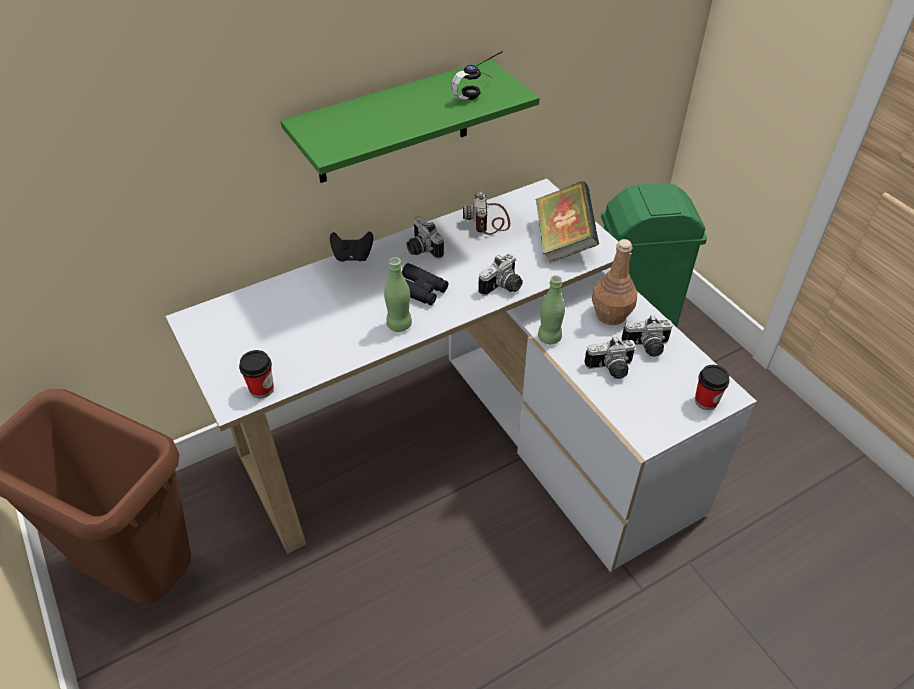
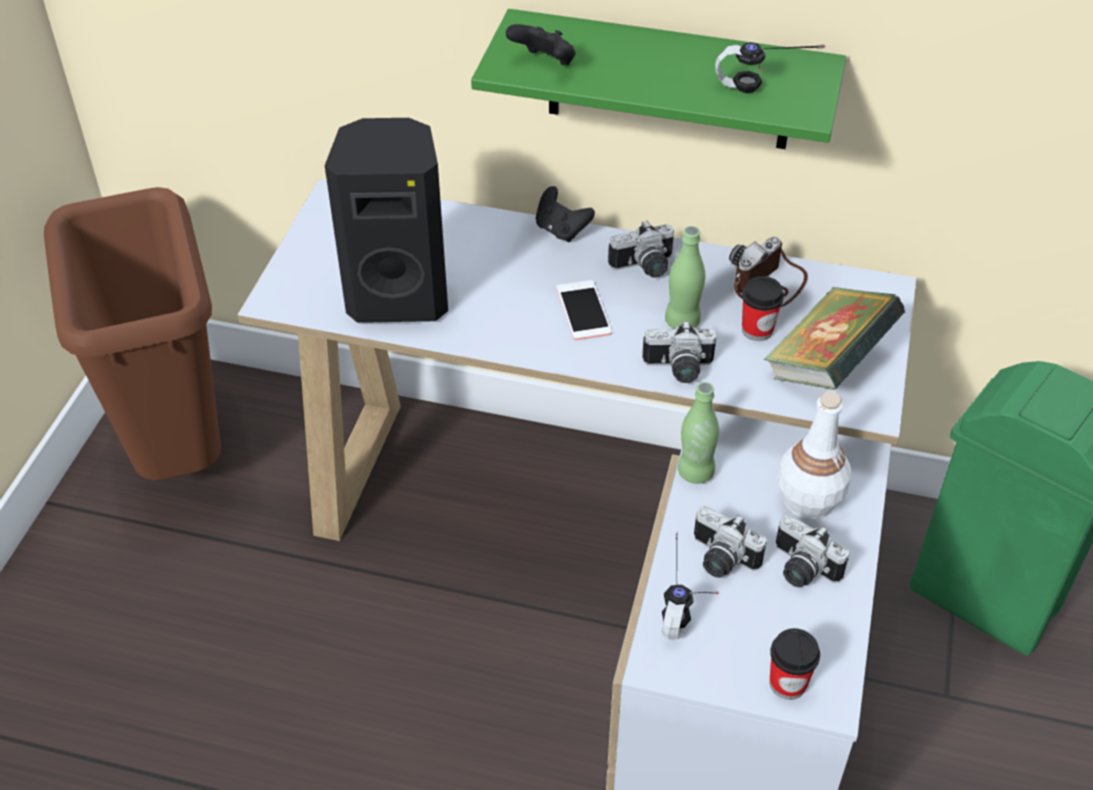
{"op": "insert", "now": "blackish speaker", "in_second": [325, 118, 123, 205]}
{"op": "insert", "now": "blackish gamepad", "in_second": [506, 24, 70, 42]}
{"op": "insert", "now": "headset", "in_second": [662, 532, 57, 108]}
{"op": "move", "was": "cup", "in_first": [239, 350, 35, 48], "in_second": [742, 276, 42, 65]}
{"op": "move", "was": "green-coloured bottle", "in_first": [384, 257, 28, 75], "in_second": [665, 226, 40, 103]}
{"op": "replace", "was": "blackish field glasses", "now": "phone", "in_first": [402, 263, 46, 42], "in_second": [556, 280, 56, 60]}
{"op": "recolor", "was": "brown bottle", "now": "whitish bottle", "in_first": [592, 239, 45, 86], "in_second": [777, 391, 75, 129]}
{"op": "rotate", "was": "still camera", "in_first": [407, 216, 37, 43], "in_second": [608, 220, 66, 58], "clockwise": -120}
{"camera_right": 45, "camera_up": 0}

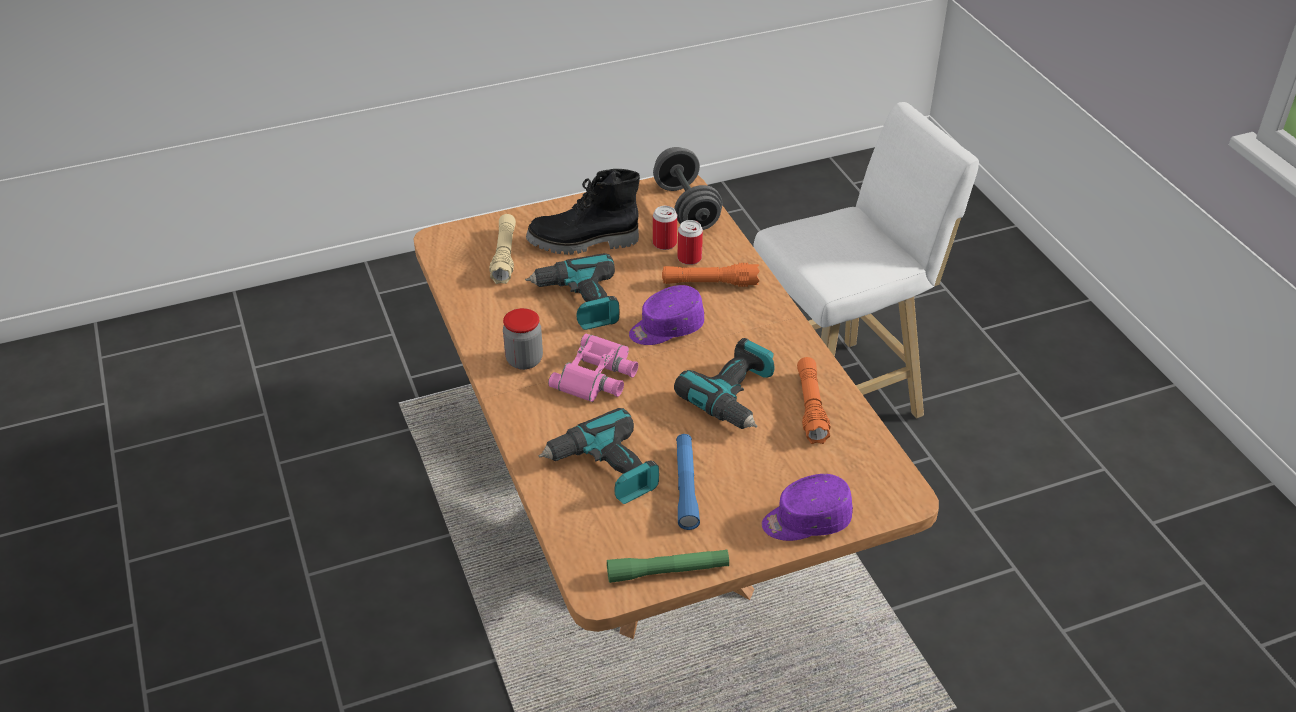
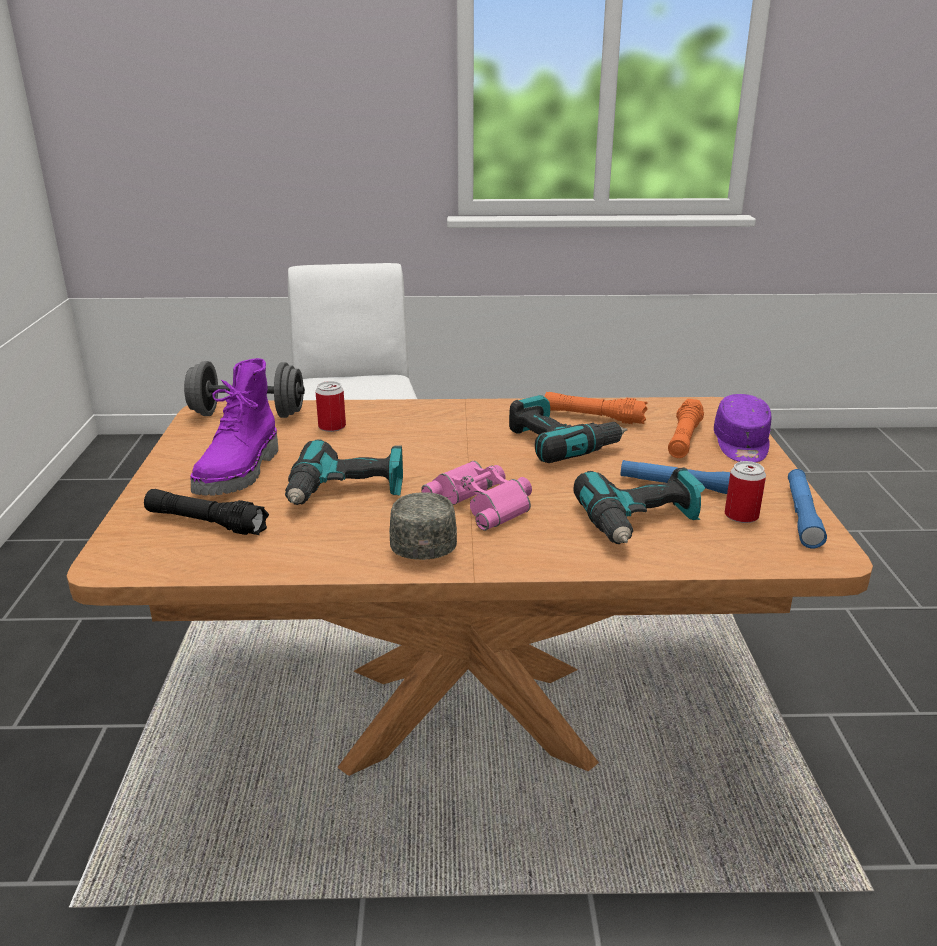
{"op": "delete", "was": "purple-coloured baseball cap", "in_first": [629, 285, 75, 60]}
{"op": "move", "was": "can", "in_first": [653, 206, 24, 44], "in_second": [725, 461, 41, 62]}
{"op": "move", "was": "orange-coloured hand torch", "in_first": [662, 263, 98, 24], "in_second": [668, 399, 36, 59]}
{"op": "replace", "was": "jar", "now": "grey baseball cap", "in_first": [503, 308, 40, 62], "in_second": [389, 492, 68, 68]}
{"op": "recolor", "was": "sand-coloured hand torch", "now": "blackish hand torch", "in_first": [489, 214, 27, 70], "in_second": [144, 489, 125, 46]}
{"op": "recolor", "was": "blackish tall boot", "now": "purple-coloured tall boot", "in_first": [526, 169, 114, 86], "in_second": [190, 358, 88, 138]}
{"op": "recolor", "was": "green-coloured hand torch", "now": "blue-coloured hand torch", "in_first": [607, 549, 122, 34], "in_second": [788, 469, 39, 79]}
{"camera_right": -70, "camera_up": -15}

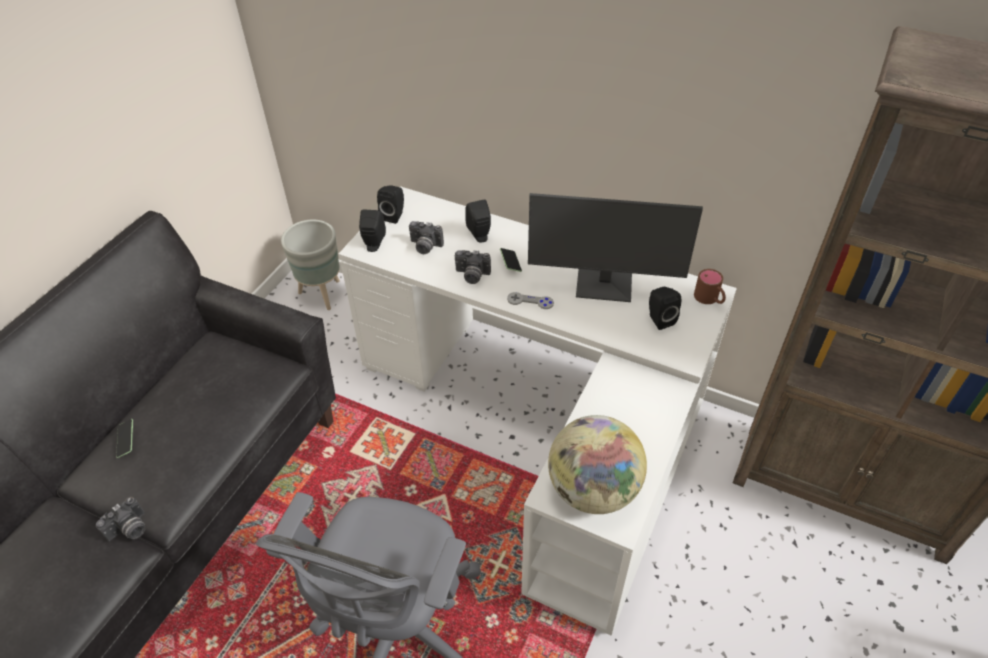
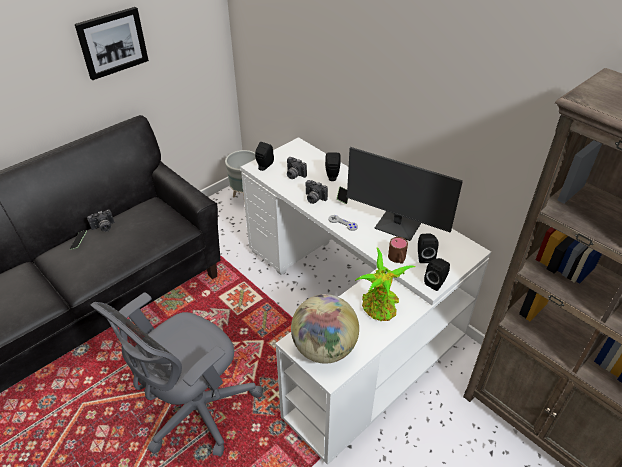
{"op": "insert", "now": "picture", "in_second": [75, 7, 74, 73]}
{"op": "insert", "now": "houseplant", "in_second": [355, 248, 60, 73]}
{"op": "move", "was": "still camera", "in_first": [96, 497, 49, 44], "in_second": [87, 210, 27, 22]}
{"op": "move", "was": "blackish speaker", "in_first": [377, 185, 27, 39], "in_second": [424, 258, 26, 33]}
{"op": "move", "was": "brown mug", "in_first": [694, 269, 32, 35], "in_second": [388, 237, 20, 27]}
{"camera_right": 20, "camera_up": -5}

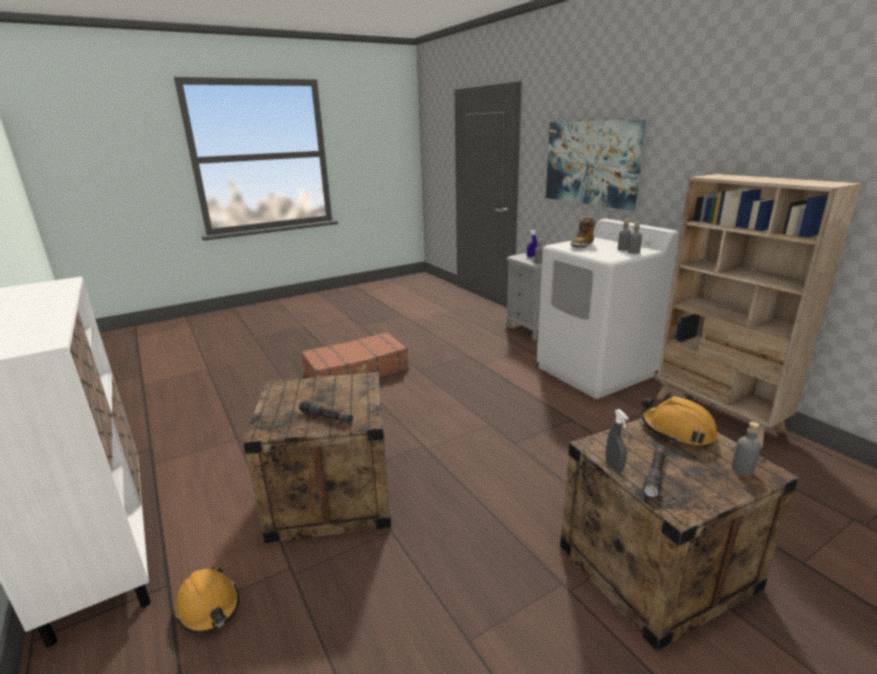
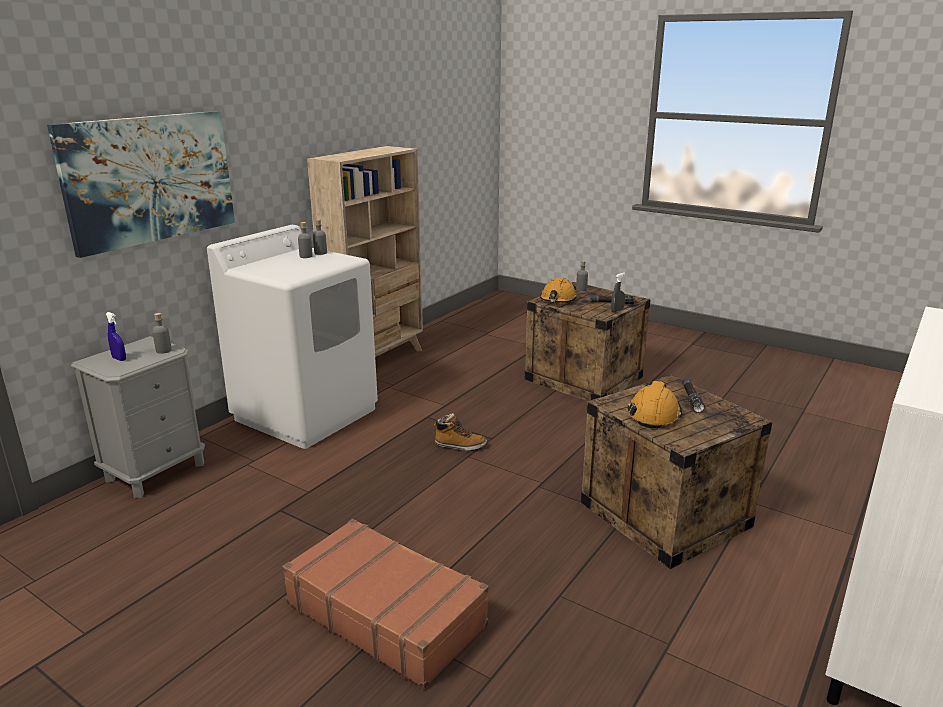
{"op": "move", "was": "orange-coloured hard hat", "in_first": [174, 567, 65, 67], "in_second": [627, 381, 55, 48]}
{"op": "move", "was": "tall boot", "in_first": [570, 216, 25, 32], "in_second": [434, 414, 53, 37]}
{"camera_right": -115, "camera_up": 0}

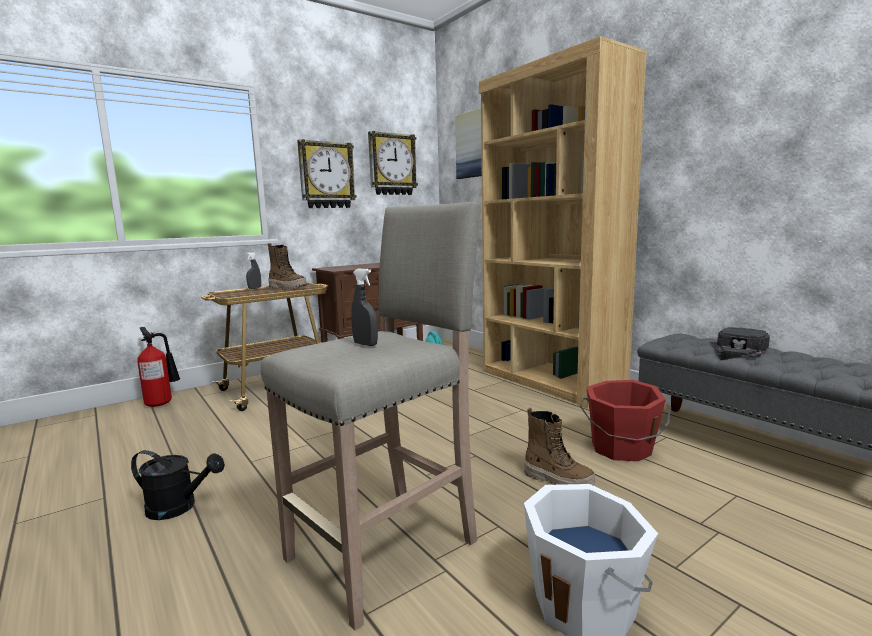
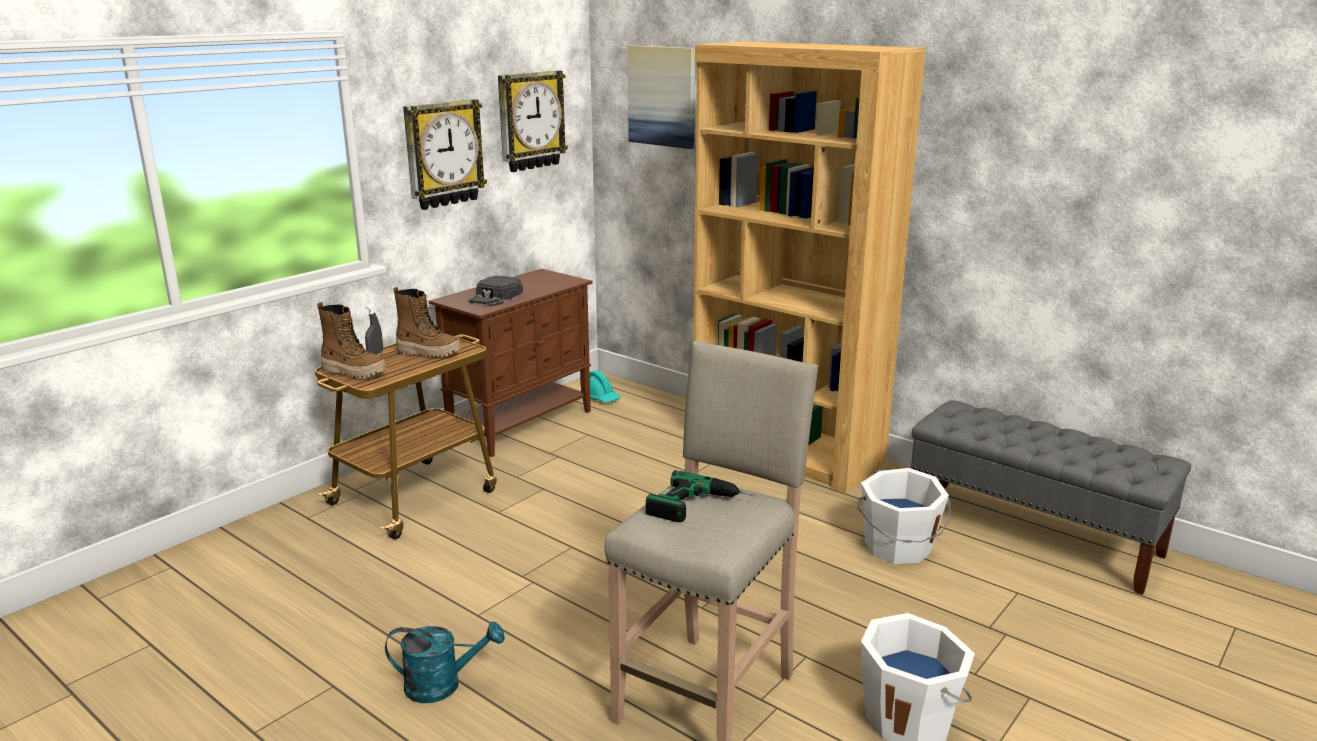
{"op": "delete", "was": "extinguisher", "in_first": [137, 327, 43, 80]}
{"op": "move", "was": "tall boot", "in_first": [524, 408, 71, 77], "in_second": [317, 302, 69, 76]}
{"op": "move", "was": "blackish baseball cap", "in_first": [715, 327, 55, 31], "in_second": [469, 275, 54, 31]}
{"op": "replace", "was": "grey hand sprayer", "now": "electric drill", "in_first": [351, 269, 27, 77], "in_second": [646, 470, 109, 52]}
{"op": "recolor", "was": "blackish sprinkling can", "now": "turquoise sprinkling can", "in_first": [131, 450, 94, 70], "in_second": [385, 621, 120, 82]}
{"op": "recolor", "was": "reddish water bucket", "now": "whitish water bucket", "in_first": [580, 380, 90, 81], "in_second": [857, 468, 94, 96]}
{"camera_right": -15, "camera_up": 10}

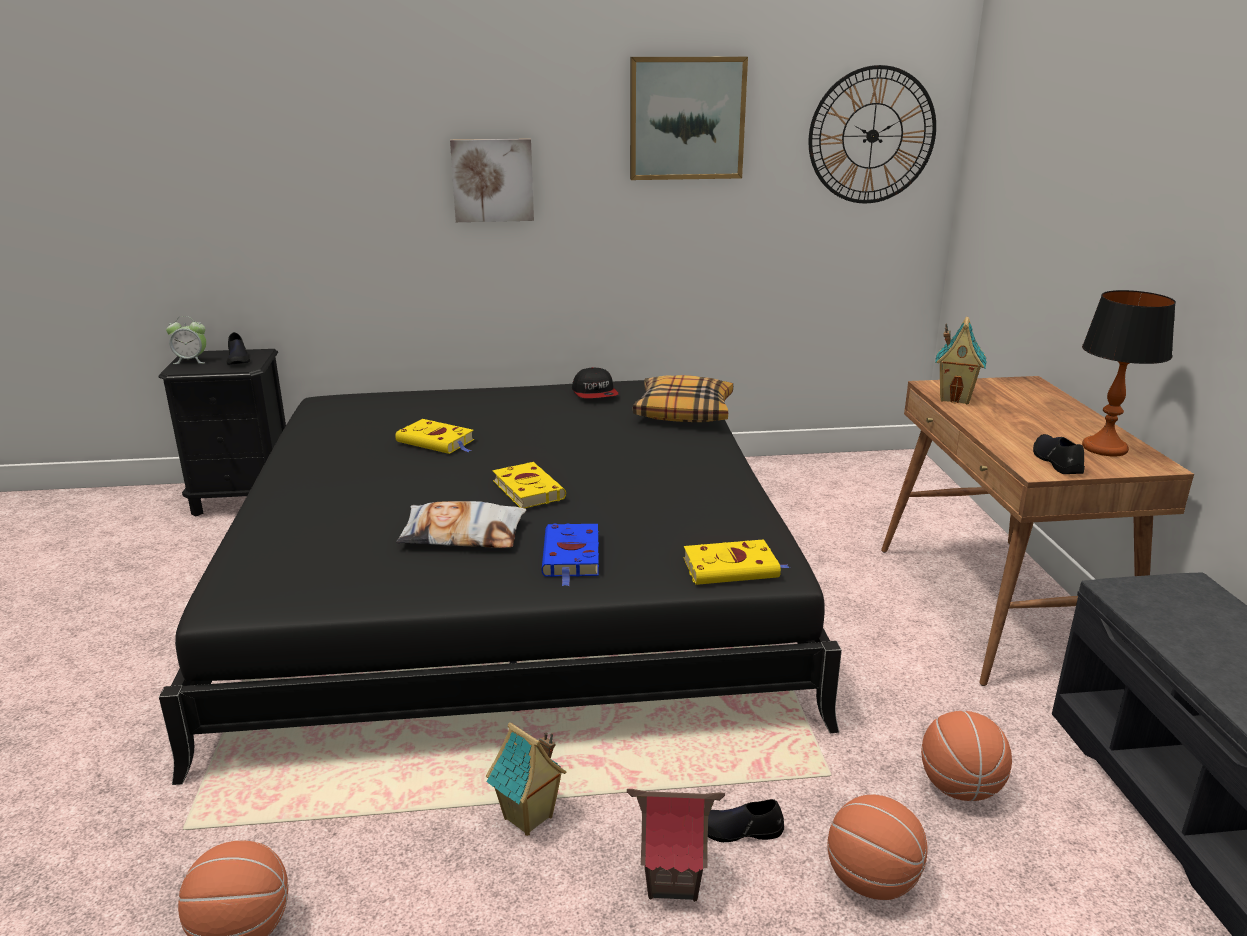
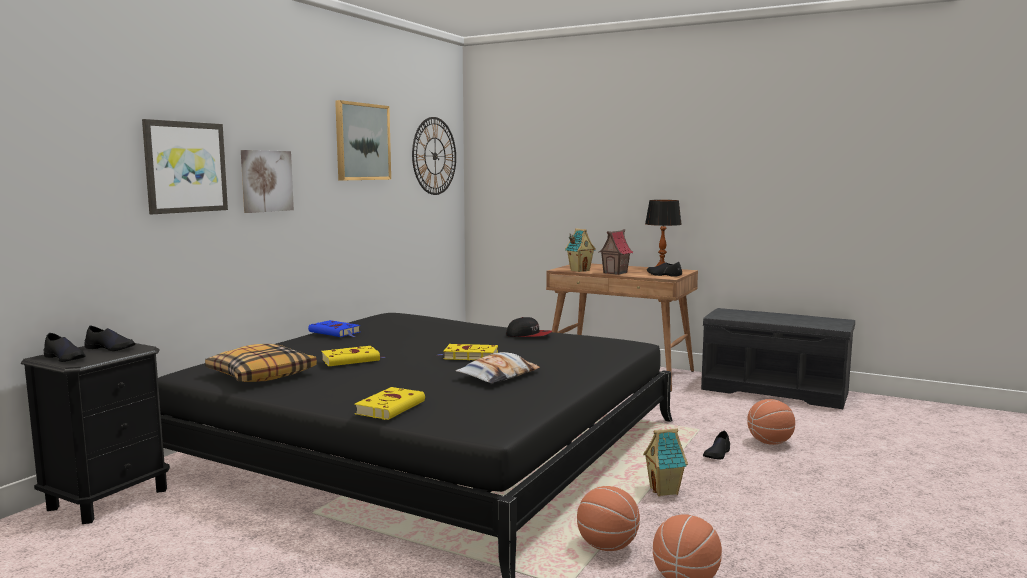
{"op": "insert", "now": "picture", "in_second": [142, 119, 86, 95]}
{"op": "move", "was": "blue-coloured volume", "in_first": [542, 523, 57, 63], "in_second": [308, 320, 52, 17]}
{"op": "move", "was": "baseball cap", "in_first": [572, 367, 47, 31], "in_second": [506, 317, 46, 20]}
{"op": "move", "was": "model house", "in_first": [627, 789, 98, 113], "in_second": [599, 229, 34, 46]}
{"op": "move", "was": "throw pillow", "in_first": [633, 375, 100, 47], "in_second": [205, 344, 112, 38]}
{"op": "move", "was": "yellow-coloured volume", "in_first": [684, 539, 106, 46], "in_second": [354, 387, 71, 33]}
{"op": "move", "was": "basketball", "in_first": [921, 711, 91, 90], "in_second": [577, 486, 63, 65]}
{"op": "replace", "was": "table clock", "now": "blackish item of footwear", "in_first": [166, 316, 40, 48], "in_second": [44, 333, 42, 29]}
{"camera_right": -55, "camera_up": -15}

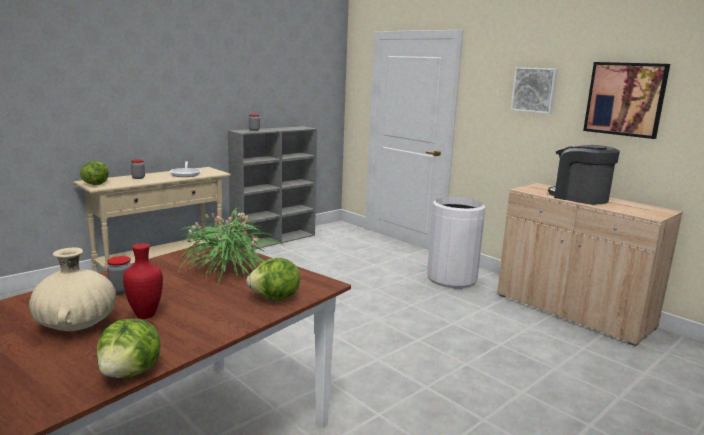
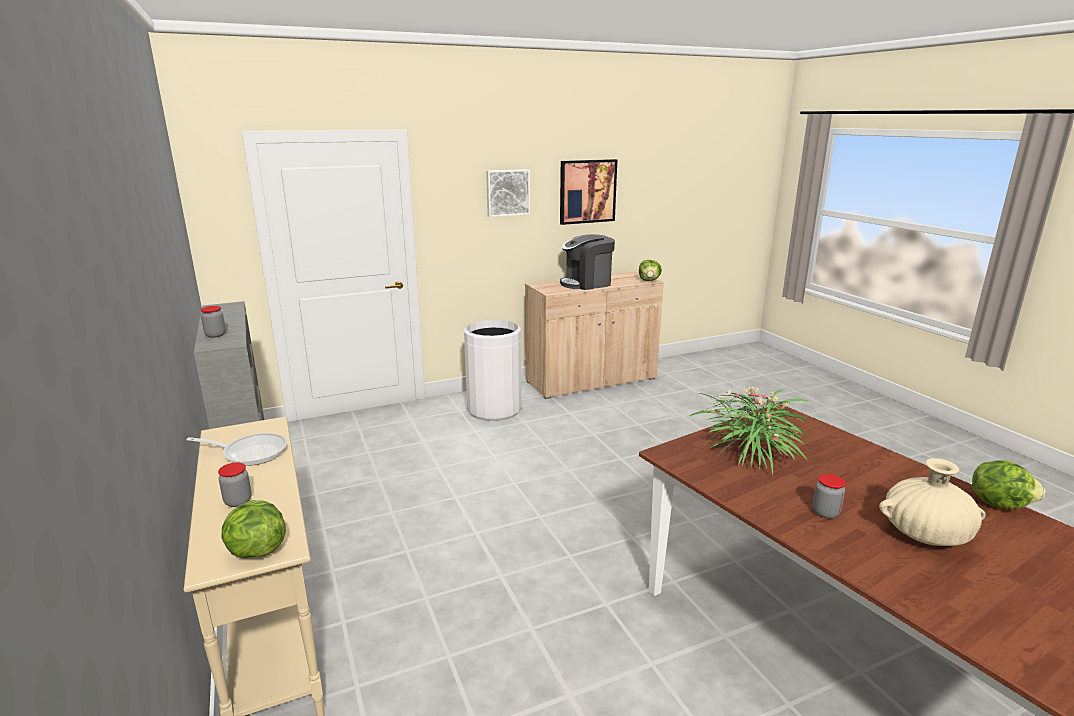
{"op": "delete", "was": "reddish flower vase", "in_first": [123, 243, 40, 76]}
{"op": "move", "was": "lettuce", "in_first": [246, 258, 54, 42], "in_second": [639, 260, 23, 21]}
{"camera_right": -70, "camera_up": 5}

